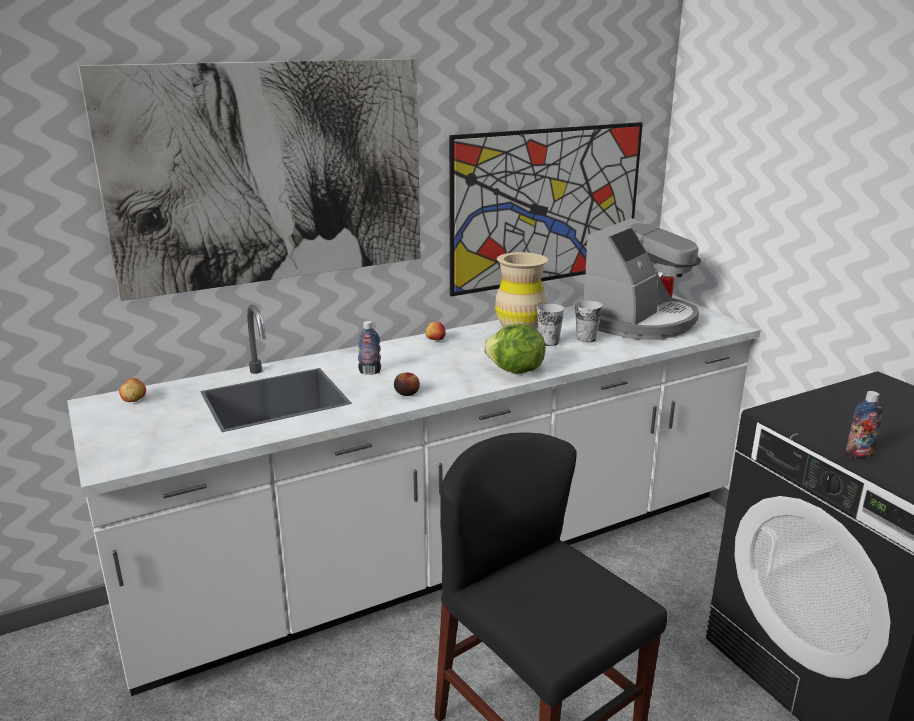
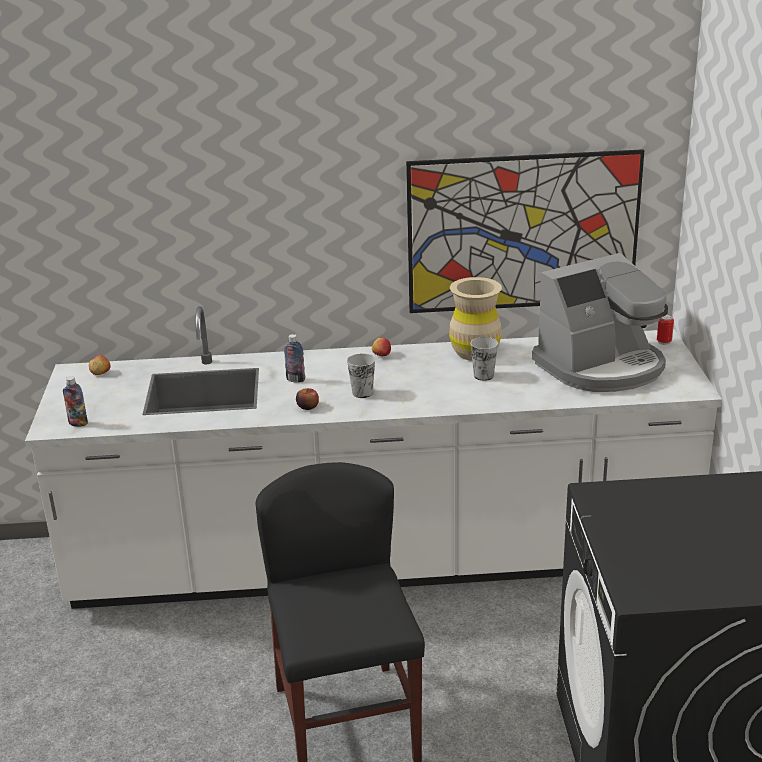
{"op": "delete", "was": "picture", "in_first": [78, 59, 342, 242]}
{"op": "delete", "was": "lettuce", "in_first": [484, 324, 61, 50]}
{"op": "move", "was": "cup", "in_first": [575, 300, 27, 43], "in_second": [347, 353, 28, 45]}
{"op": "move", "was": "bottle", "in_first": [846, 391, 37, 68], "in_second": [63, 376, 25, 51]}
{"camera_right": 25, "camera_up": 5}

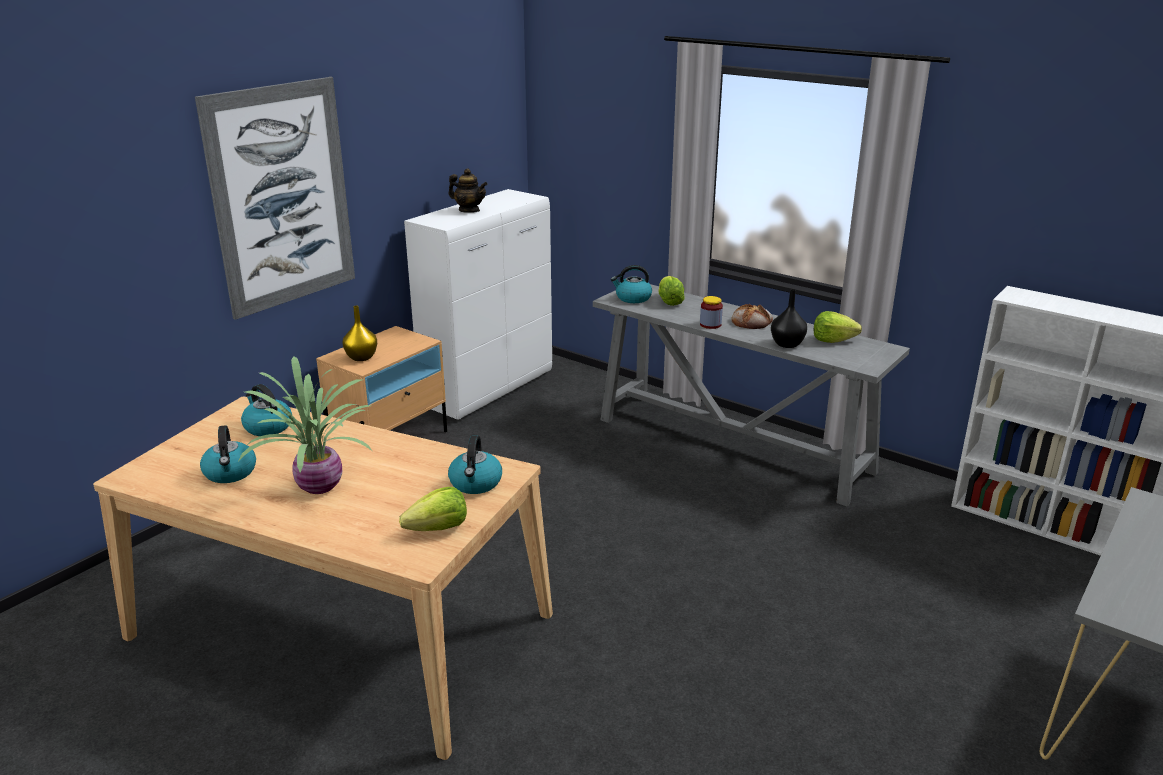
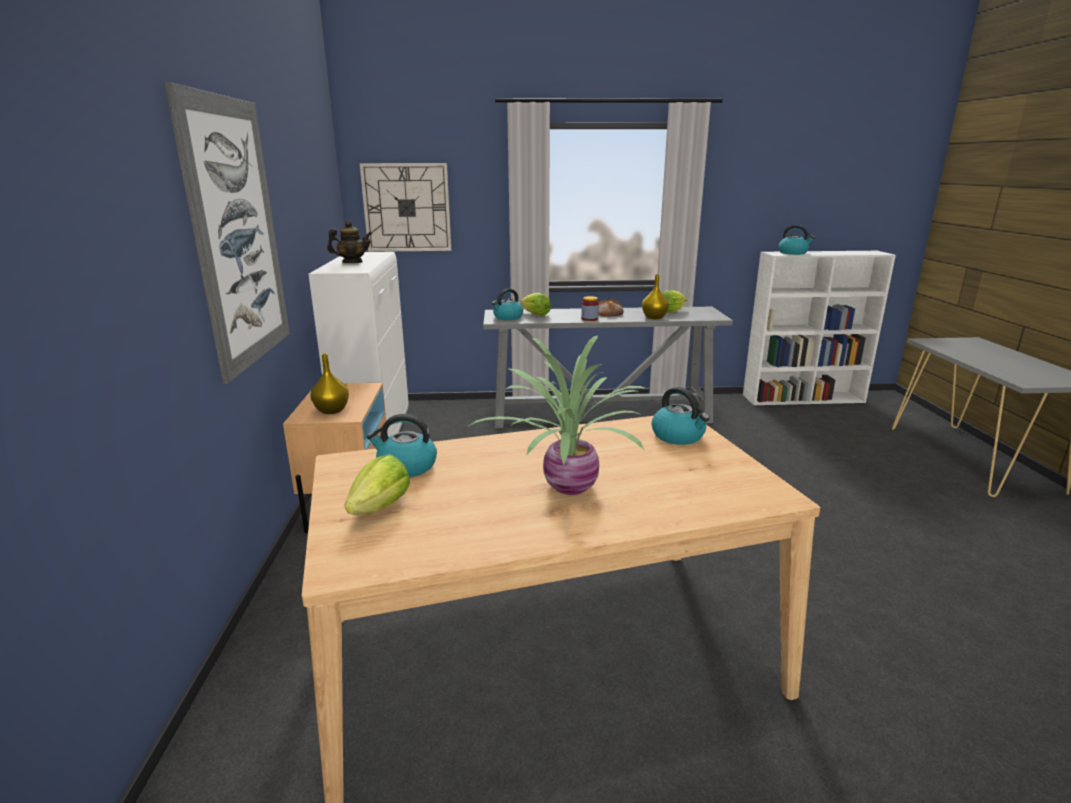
{"op": "insert", "now": "hanging clock", "in_second": [360, 163, 91, 89]}
{"op": "move", "was": "water kettle", "in_first": [200, 425, 56, 58], "in_second": [778, 225, 37, 30]}
{"op": "move", "was": "lettuce", "in_first": [399, 487, 68, 44], "in_second": [345, 454, 65, 61]}
{"op": "recolor", "was": "blackish flower vase", "now": "yellow-coloured flower vase", "in_first": [771, 289, 36, 59], "in_second": [642, 274, 27, 45]}
{"camera_right": -40, "camera_up": -5}

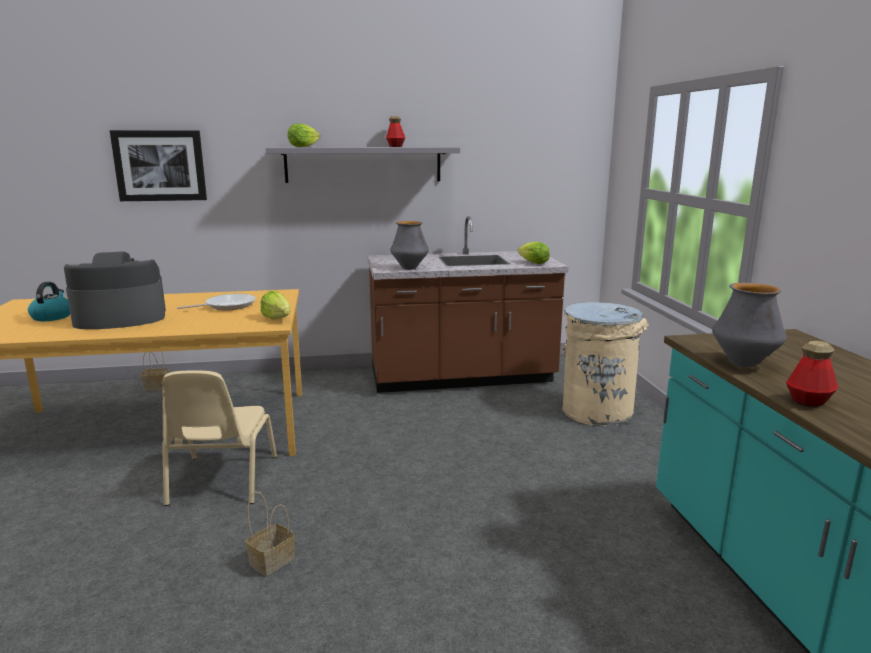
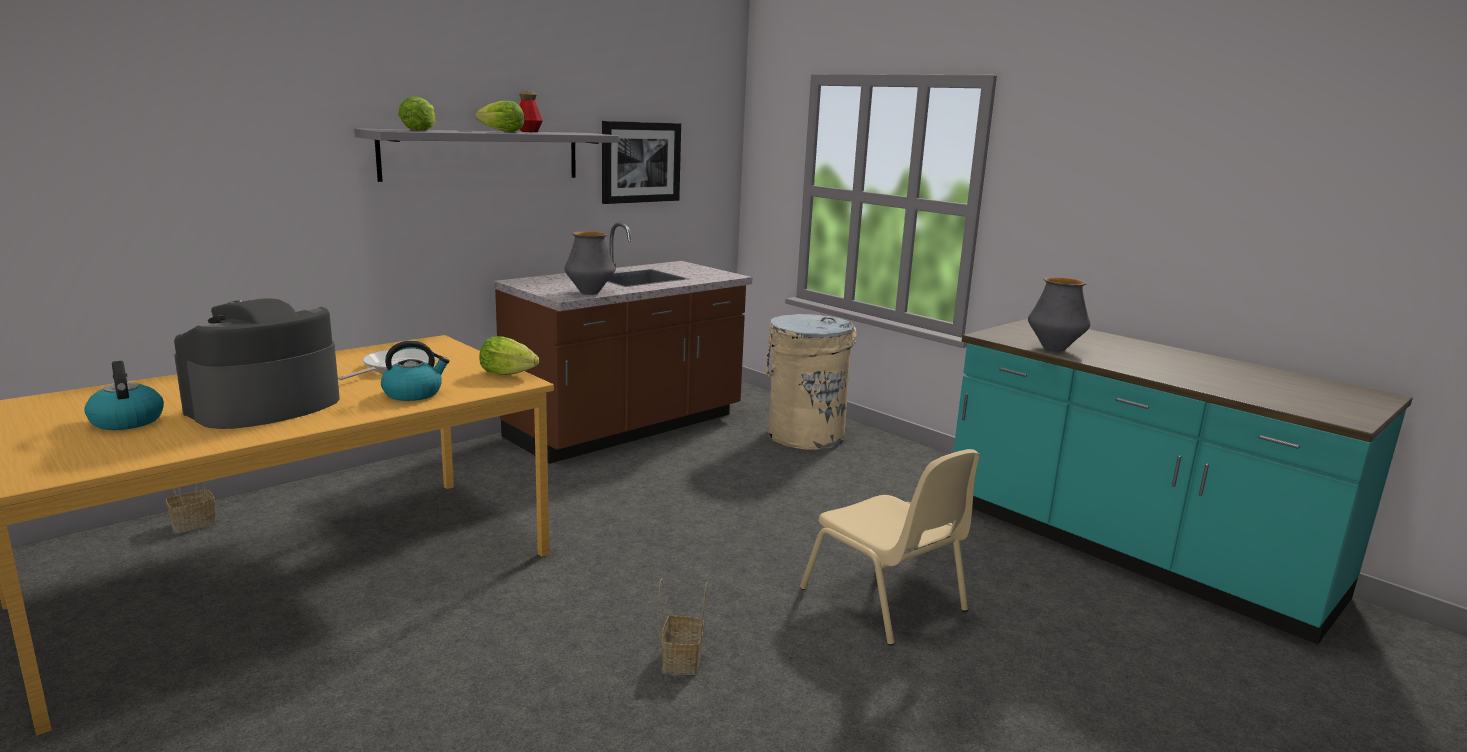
{"op": "delete", "was": "bottle", "in_first": [786, 341, 52, 66]}
{"op": "insert", "now": "water kettle", "in_second": [381, 341, 69, 60]}
{"op": "move", "was": "picture", "in_first": [110, 130, 97, 71], "in_second": [602, 121, 79, 83]}
{"op": "move", "was": "sand-coloured upright chair", "in_first": [162, 370, 115, 136], "in_second": [800, 449, 180, 196]}
{"op": "move", "was": "lettuce", "in_first": [517, 242, 33, 22], "in_second": [476, 101, 48, 31]}
{"camera_right": -35, "camera_up": 0}

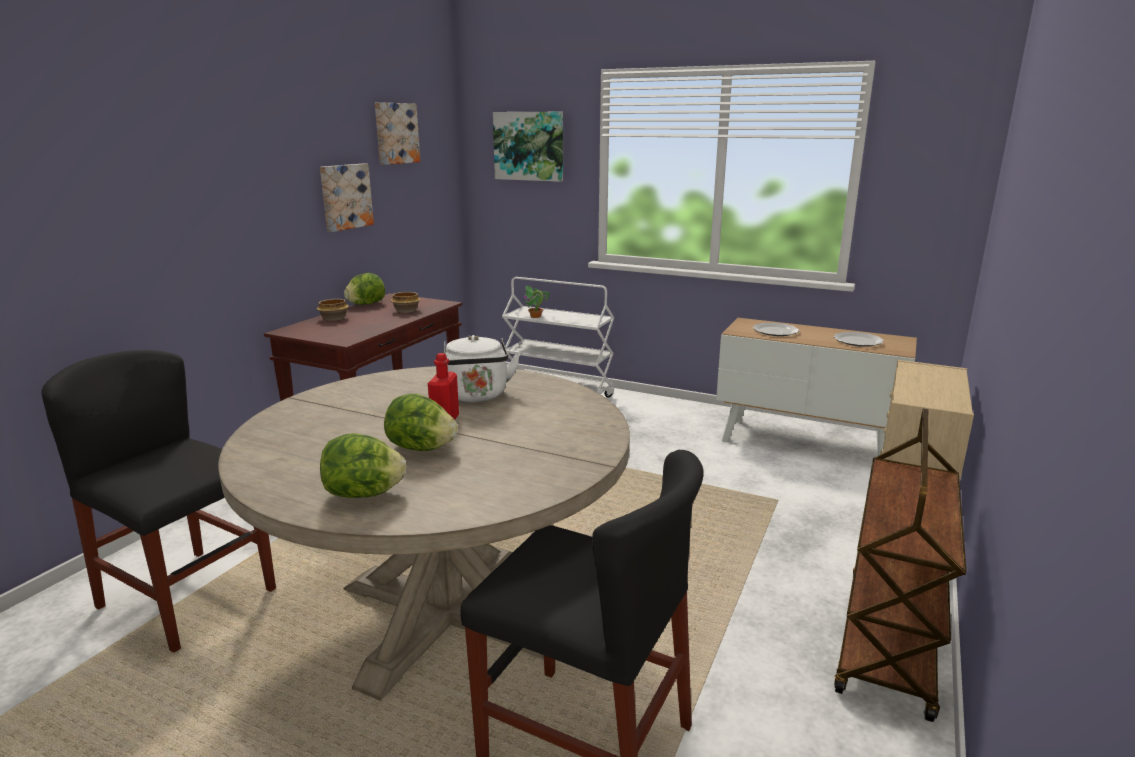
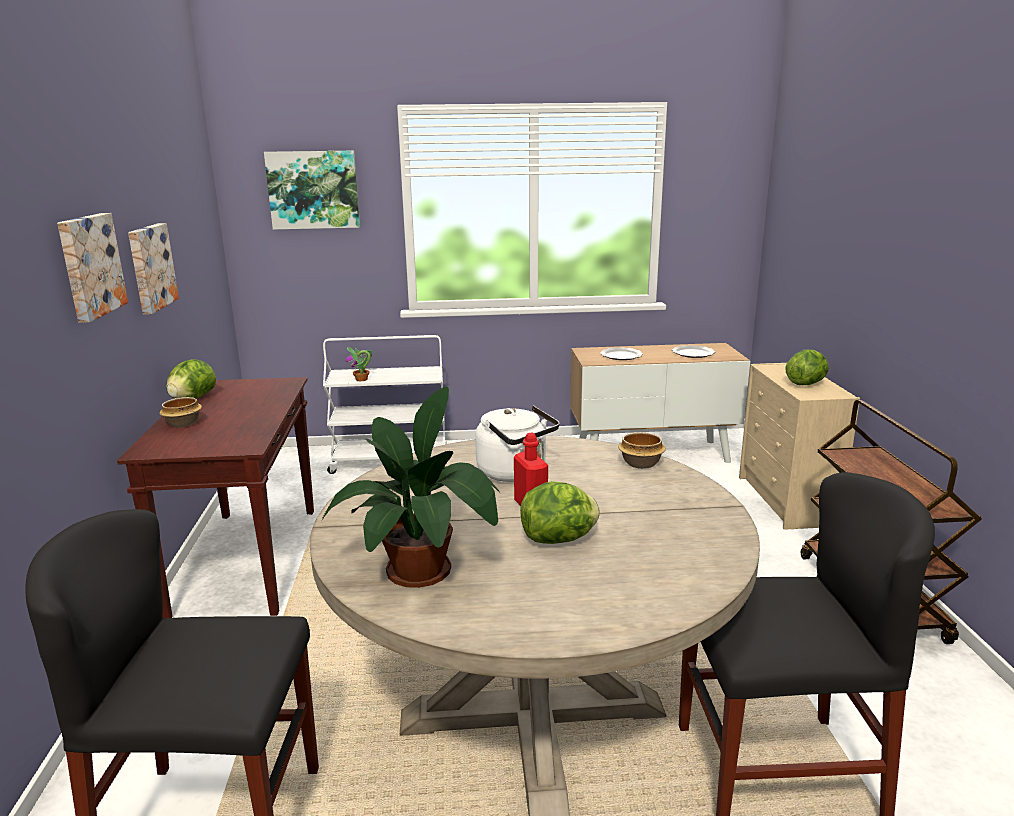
{"op": "insert", "now": "houseplant", "in_second": [321, 387, 180, 201]}
{"op": "move", "was": "lettuce", "in_first": [320, 433, 86, 65], "in_second": [785, 349, 44, 36]}
{"op": "move", "was": "picture", "in_first": [375, 102, 45, 63], "in_second": [57, 213, 71, 110]}
{"op": "move", "was": "serving bowl", "in_first": [390, 292, 31, 21], "in_second": [618, 432, 48, 37]}
{"camera_right": -30, "camera_up": 0}

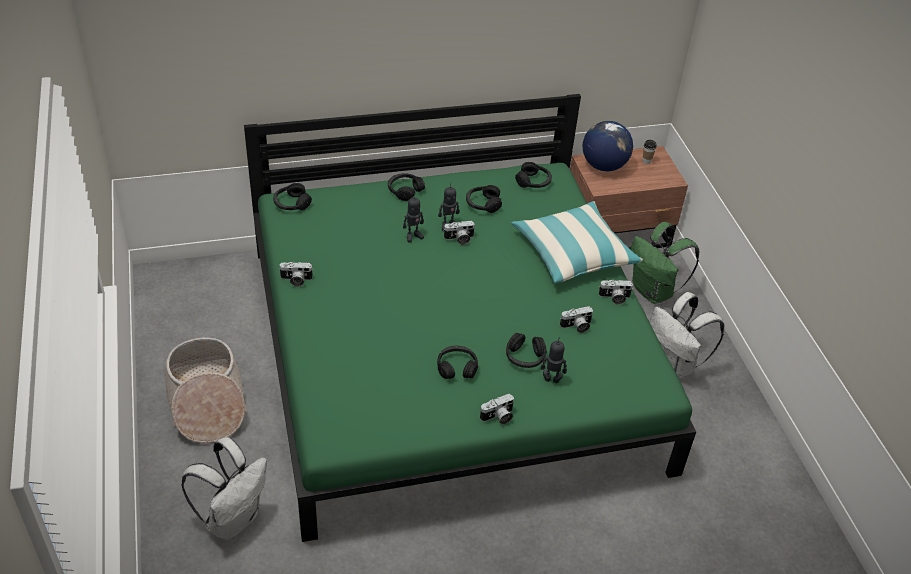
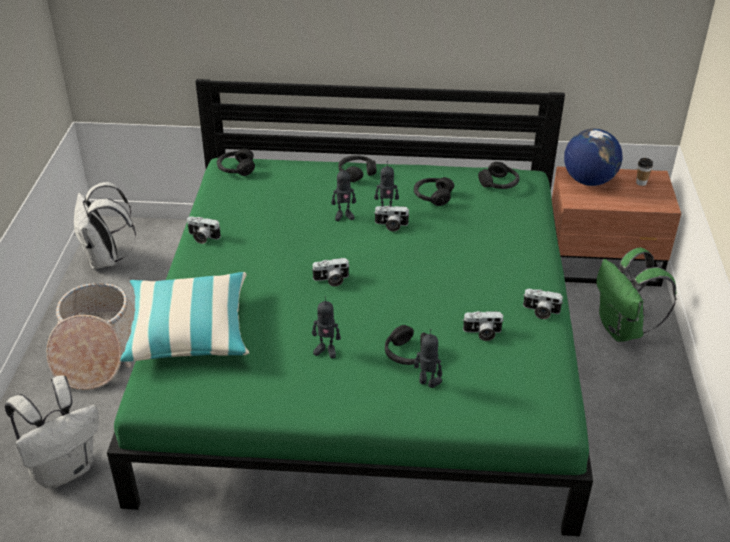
{"op": "move", "was": "still camera", "in_first": [480, 394, 34, 30], "in_second": [311, 258, 38, 28]}
{"op": "move", "was": "throw pillow", "in_first": [511, 201, 132, 83], "in_second": [120, 272, 129, 90]}
{"op": "move", "was": "whitish knapsack", "in_first": [649, 292, 75, 86], "in_second": [74, 182, 62, 87]}
{"op": "replace", "was": "blackish headset", "now": "model robot", "in_first": [437, 346, 41, 33], "in_second": [312, 296, 29, 62]}
{"camera_right": 20, "camera_up": -5}

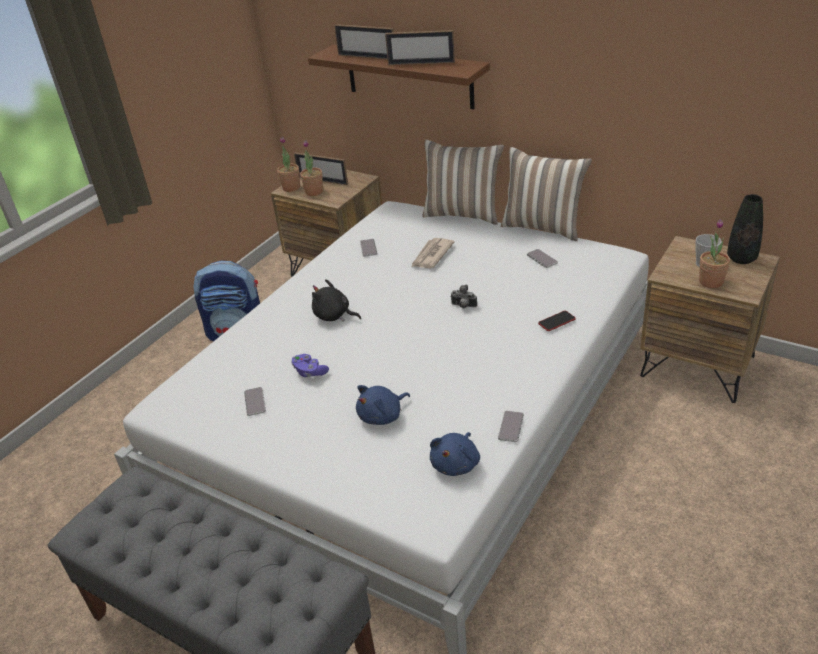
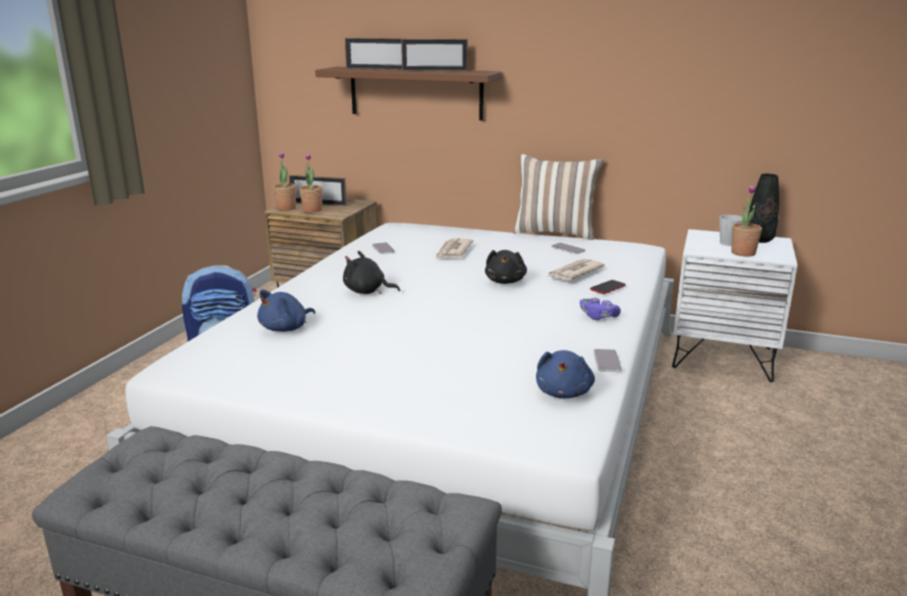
{"op": "delete", "was": "phone", "in_first": [244, 387, 22, 29]}
{"op": "delete", "was": "throw pillow", "in_first": [422, 139, 82, 86]}
{"op": "insert", "now": "newspaper", "in_second": [547, 259, 58, 21]}
{"op": "move", "was": "purple-coloured gamepad", "in_first": [292, 354, 37, 23], "in_second": [580, 298, 41, 22]}
{"op": "move", "was": "blue-coloured plush toy", "in_first": [356, 385, 54, 40], "in_second": [257, 289, 58, 43]}
{"op": "replace", "was": "still camera", "now": "blackish plush toy", "in_first": [450, 284, 27, 24], "in_second": [485, 250, 42, 34]}
{"op": "recolor", "was": "brown bedside table", "now": "whitish bedside table", "in_first": [640, 236, 140, 167], "in_second": [672, 229, 126, 153]}
{"camera_right": -15, "camera_up": -15}

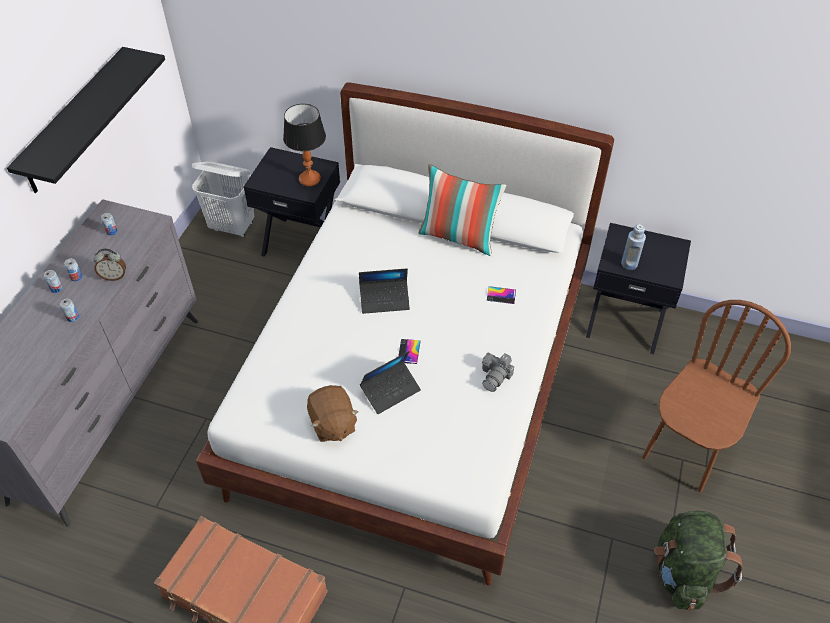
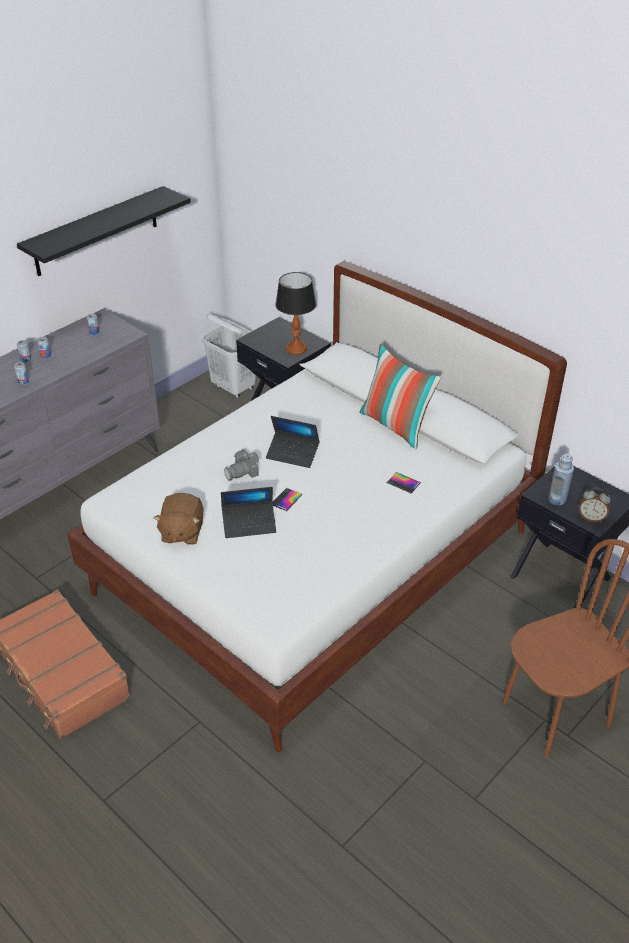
{"op": "delete", "was": "green-coloured knapsack", "in_first": [654, 511, 89, 99]}
{"op": "move", "was": "table clock", "in_first": [93, 248, 33, 33], "in_second": [579, 488, 32, 34]}
{"op": "move", "was": "still camera", "in_first": [482, 352, 32, 40], "in_second": [224, 449, 35, 31]}
{"camera_right": 25, "camera_up": -10}

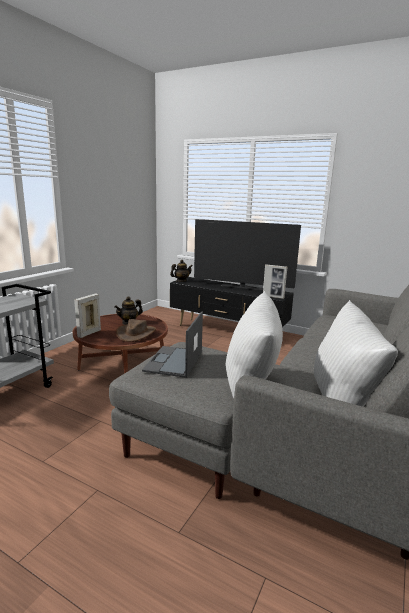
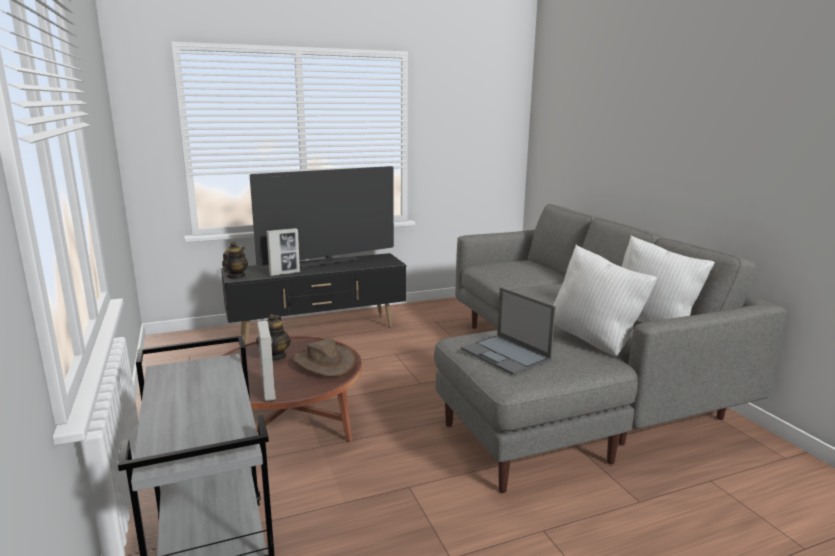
{"op": "move", "was": "standing frame", "in_first": [263, 264, 24, 35], "in_second": [266, 228, 34, 48]}
{"camera_right": -50, "camera_up": 0}

